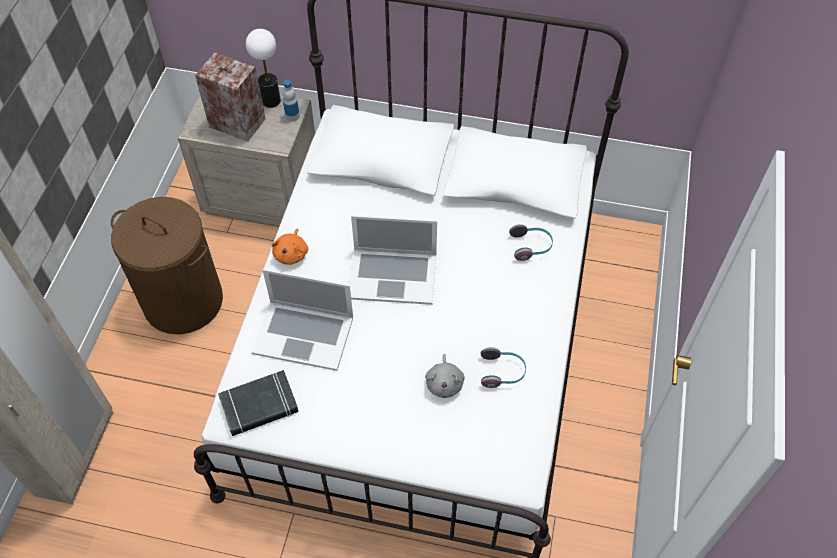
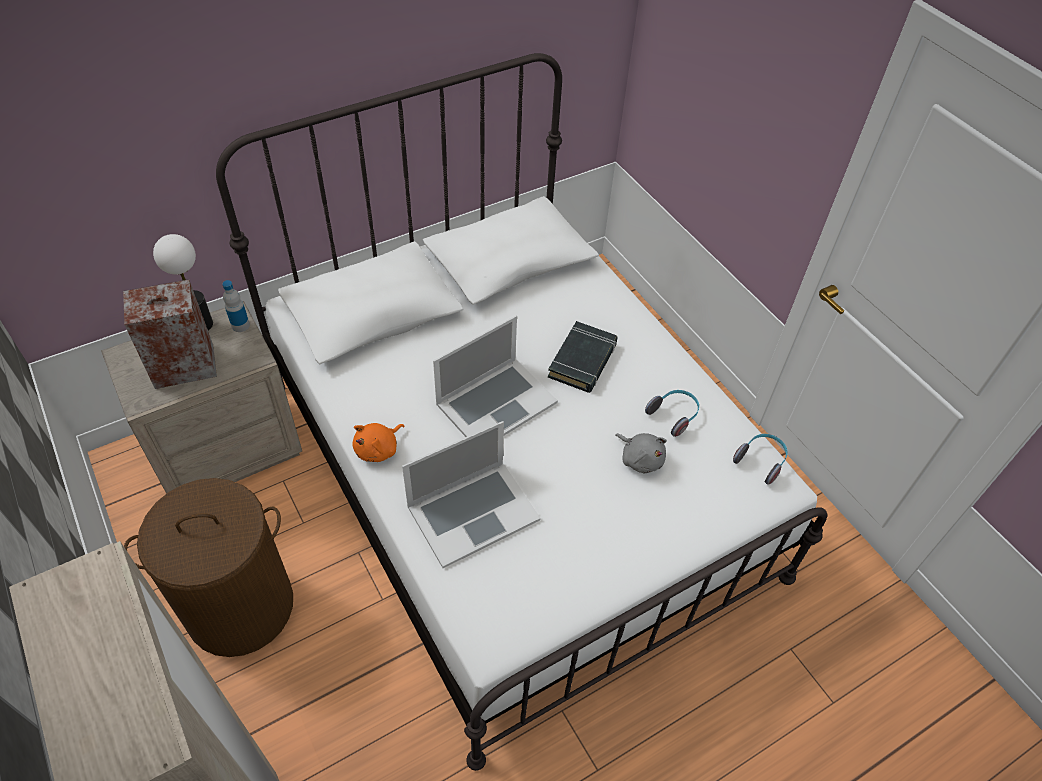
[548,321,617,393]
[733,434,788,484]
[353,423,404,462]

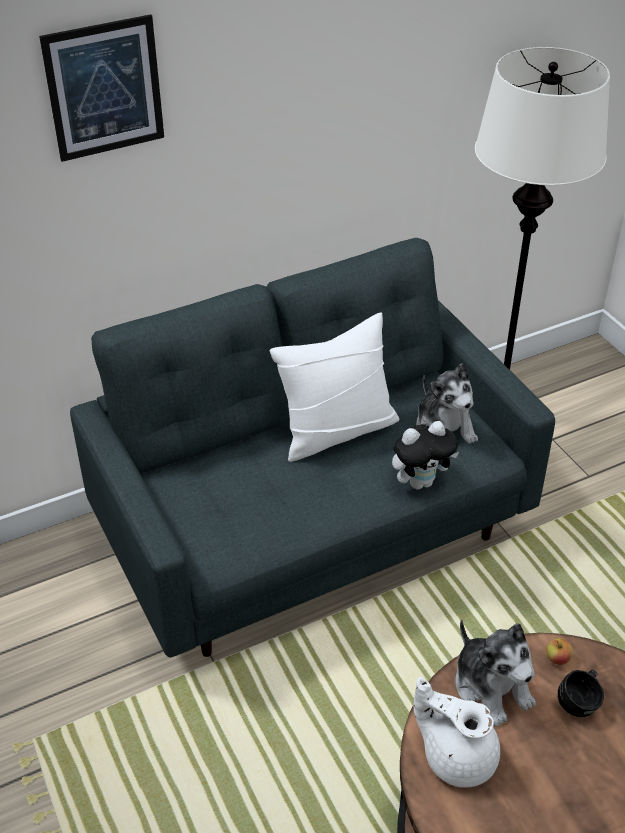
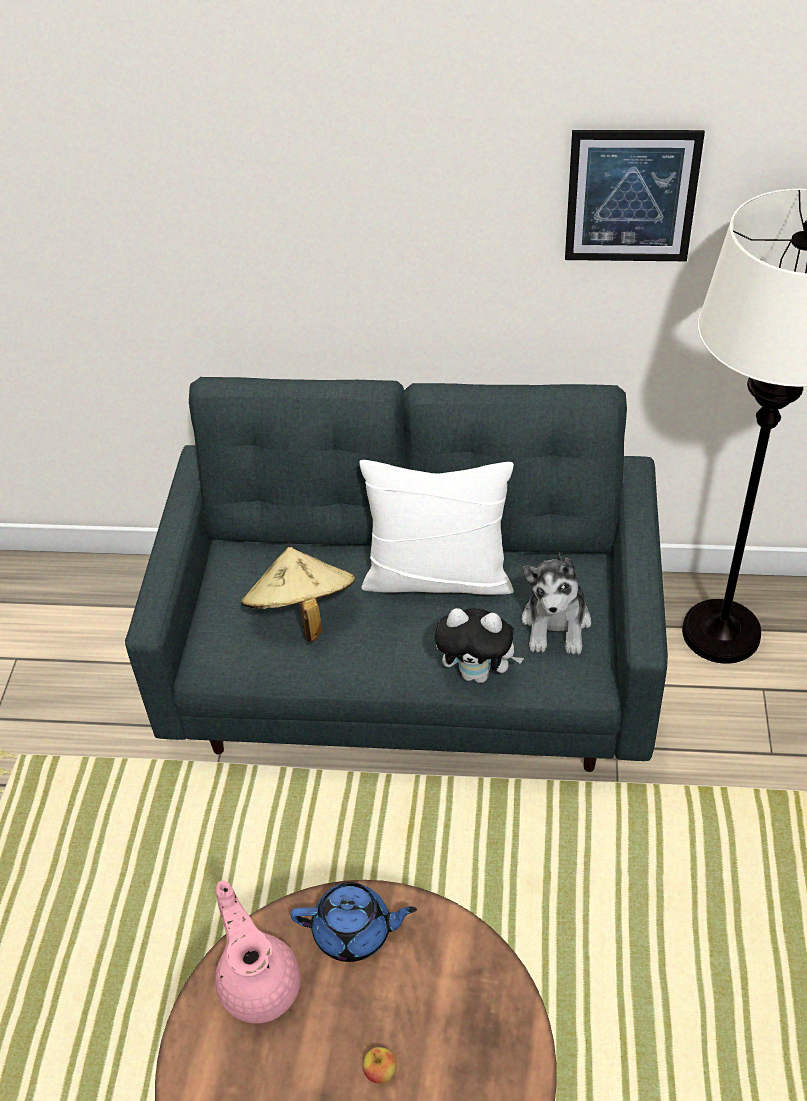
[558,670,604,717] (first image)
[241,547,355,642]
[565,130,705,261]
[363,1047,397,1084]
[290,882,417,962]
[215,880,301,1024]

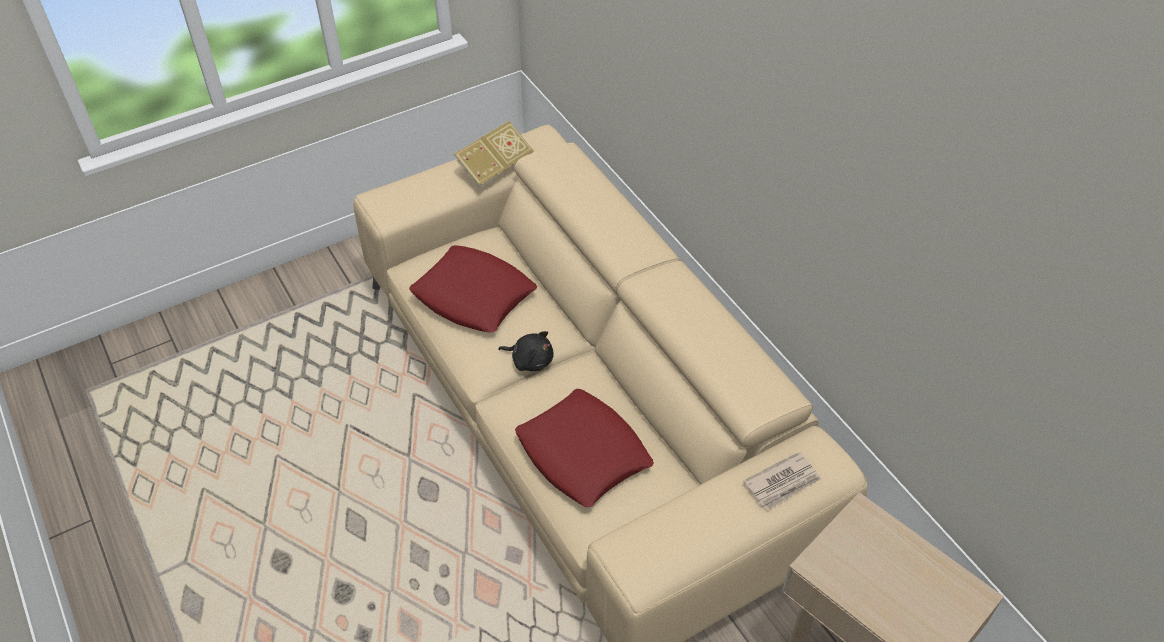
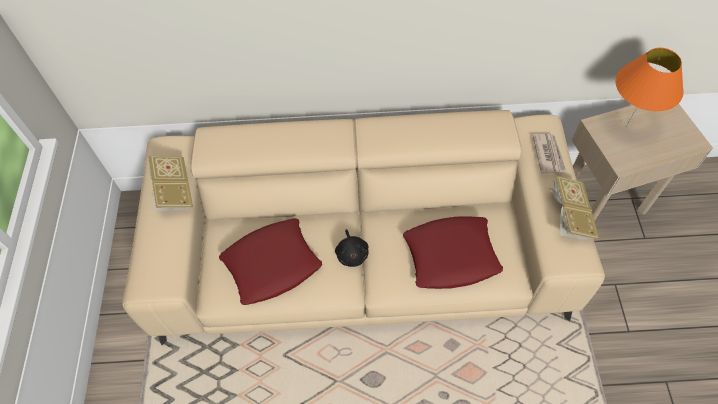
[548,176,600,241]
[615,48,684,129]
[335,229,369,267]

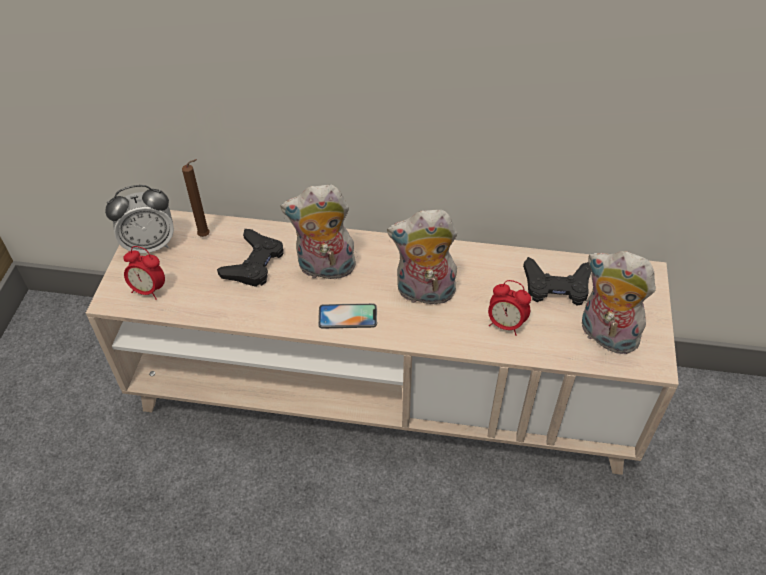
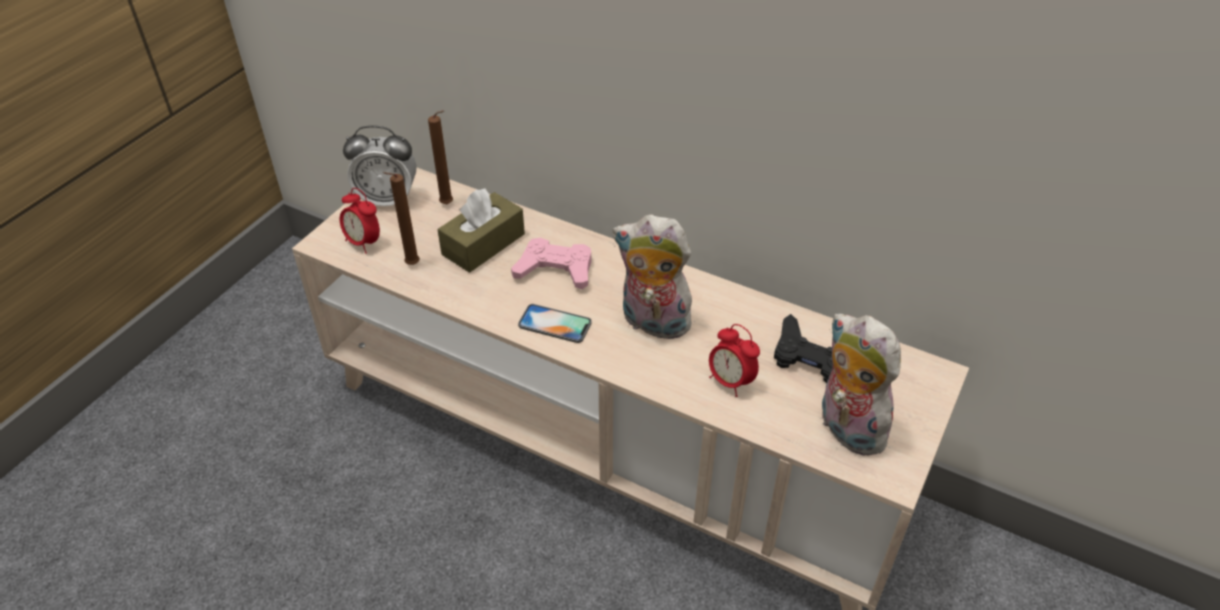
[383,172,420,265]
[438,189,525,273]
[511,238,591,289]

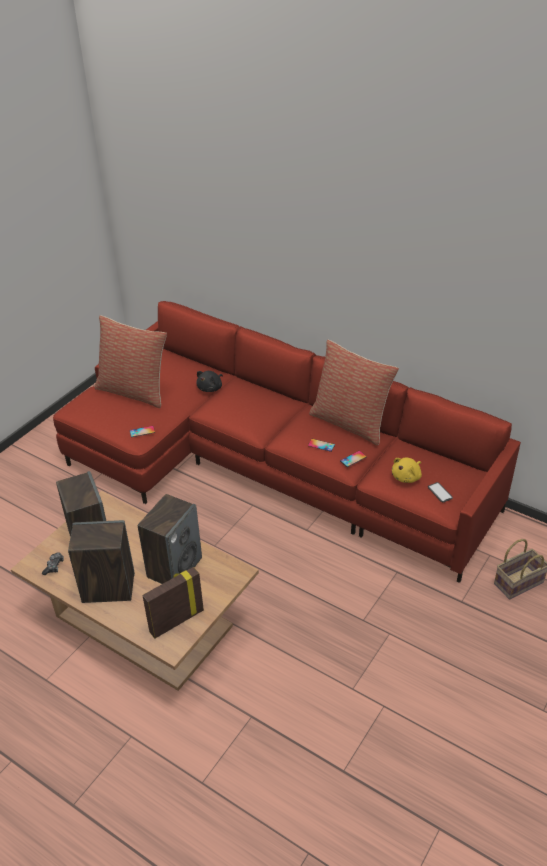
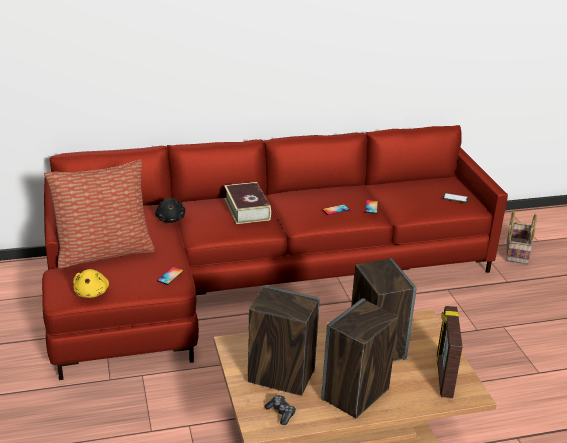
[309,340,399,446] (first image)
[224,182,271,224]
[73,269,109,298]

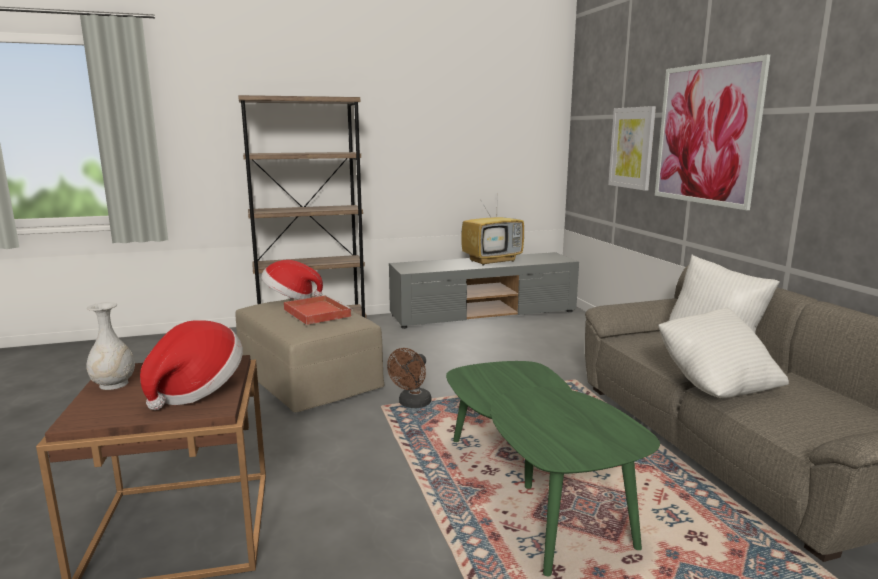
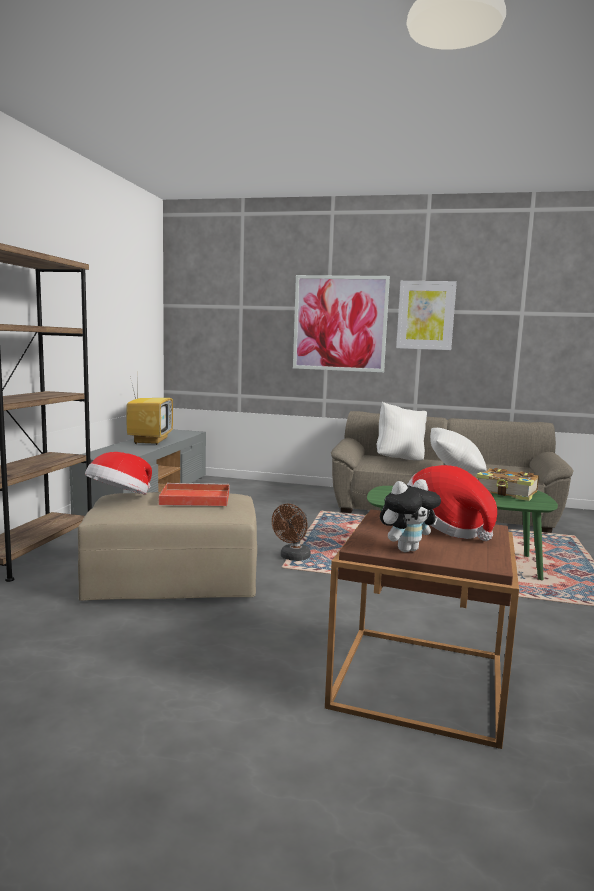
[476,468,539,501]
[396,281,457,350]
[380,479,441,552]
[272,504,311,561]

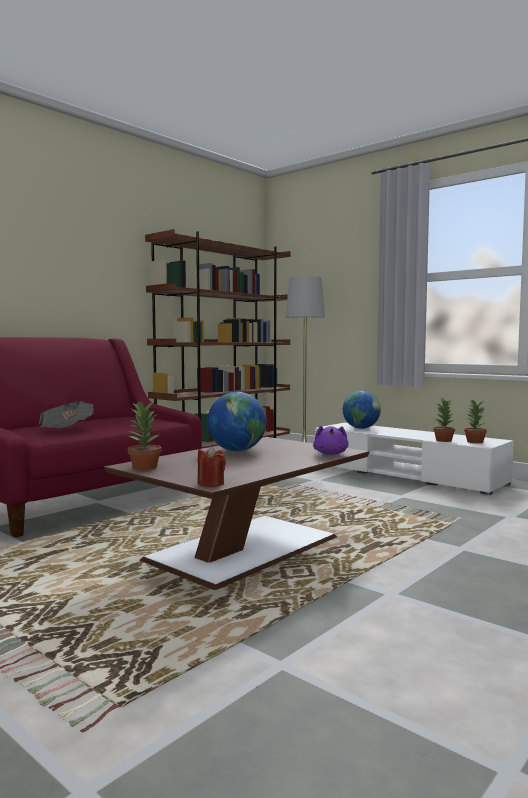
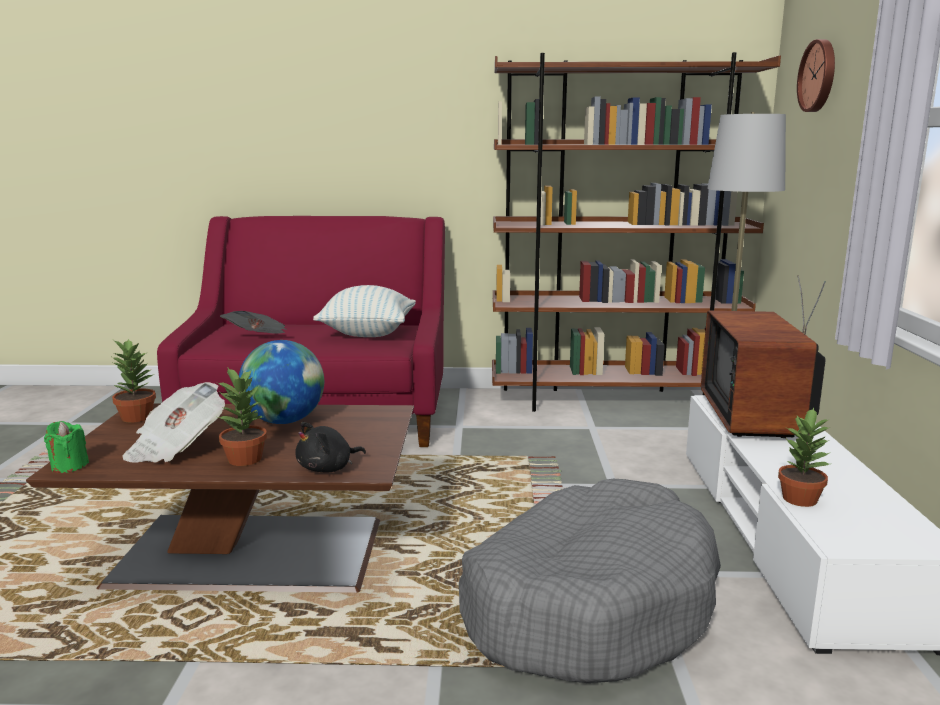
[122,382,225,463]
[313,285,416,337]
[459,479,721,683]
[797,39,835,112]
[217,368,267,466]
[701,275,826,438]
[44,421,89,473]
[295,422,366,473]

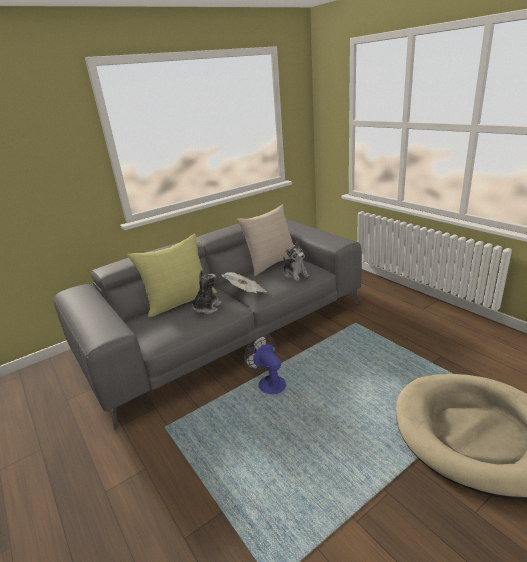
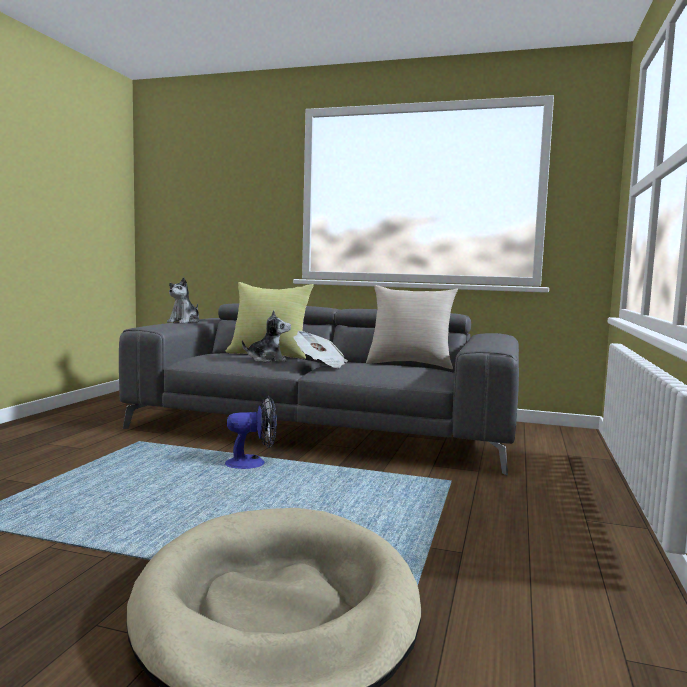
[167,277,199,323]
[225,396,277,469]

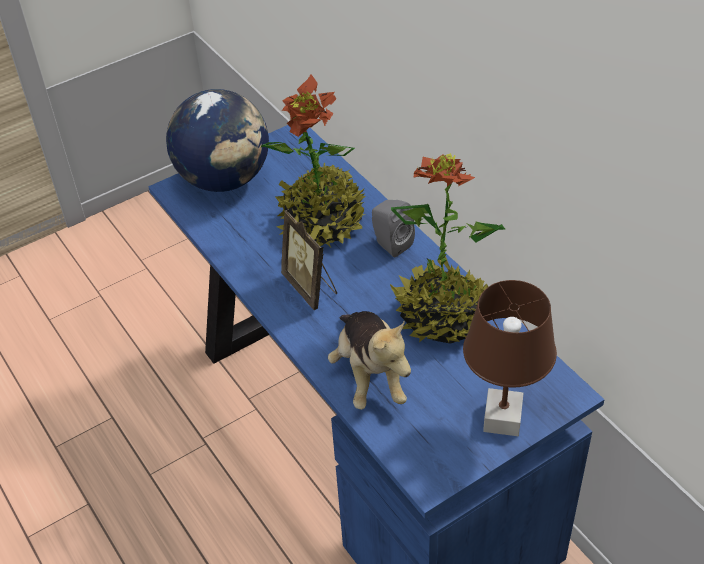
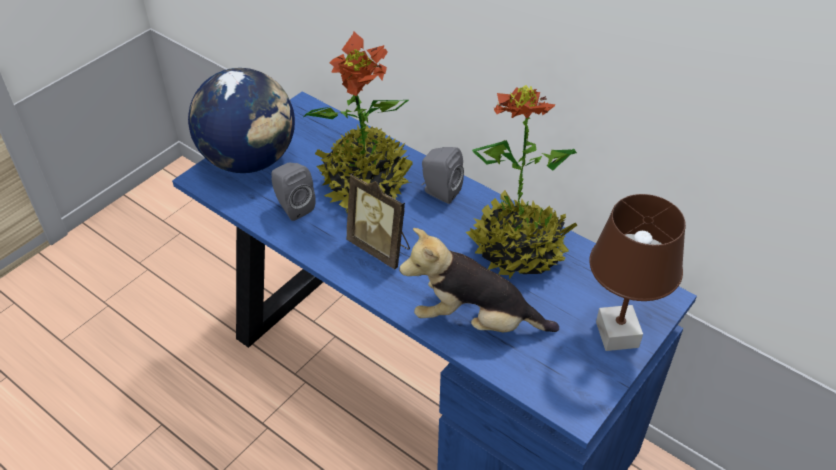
[271,163,316,221]
[399,228,559,332]

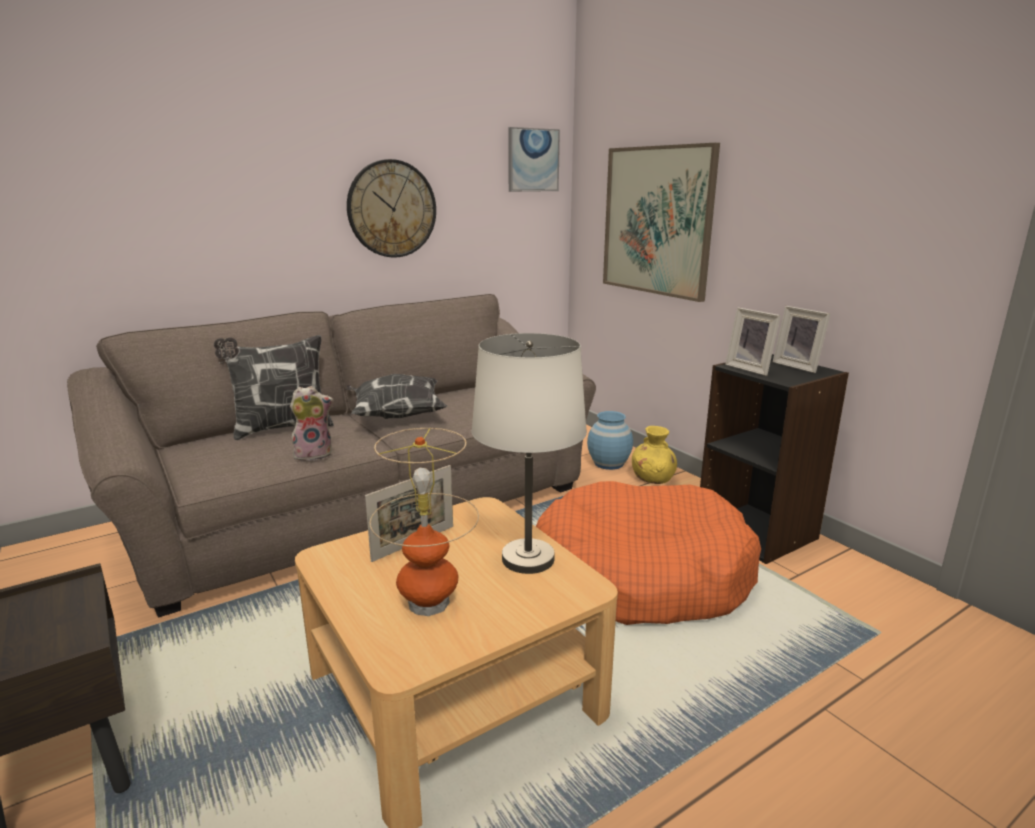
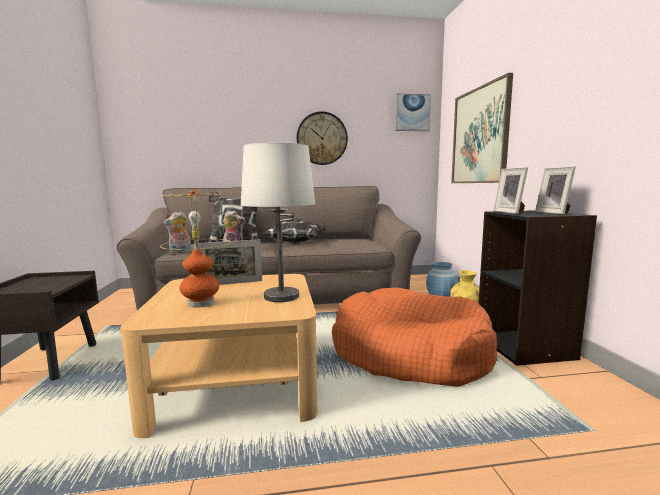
[163,212,191,254]

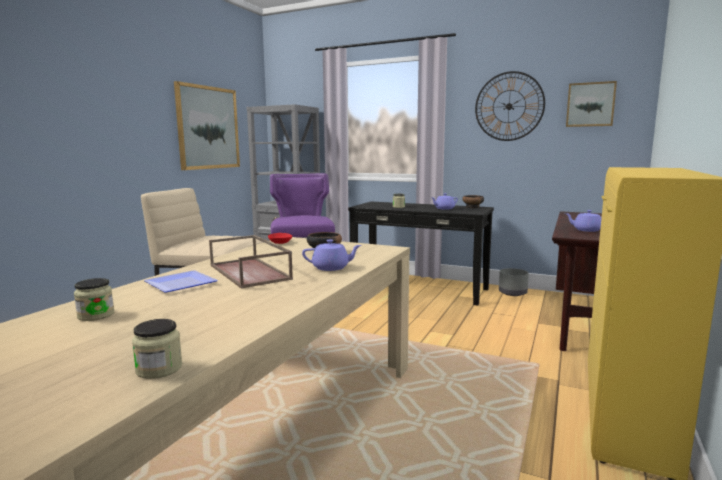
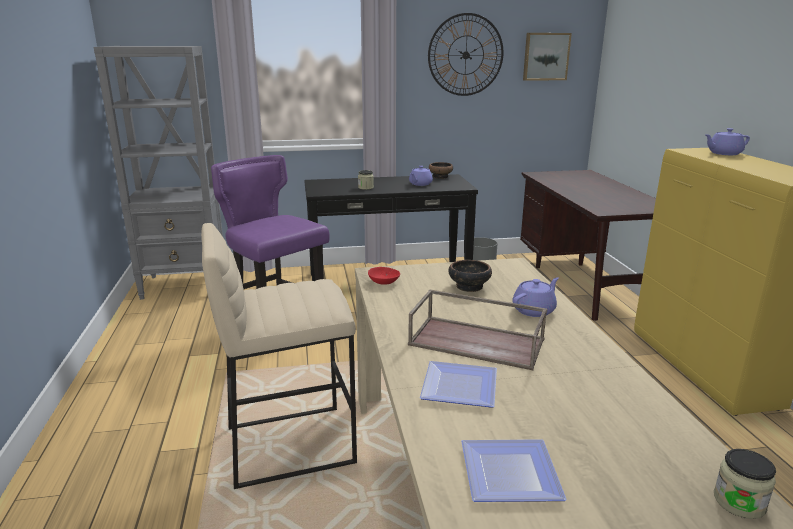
[174,81,240,170] (first image)
[704,128,750,155]
[461,439,567,502]

